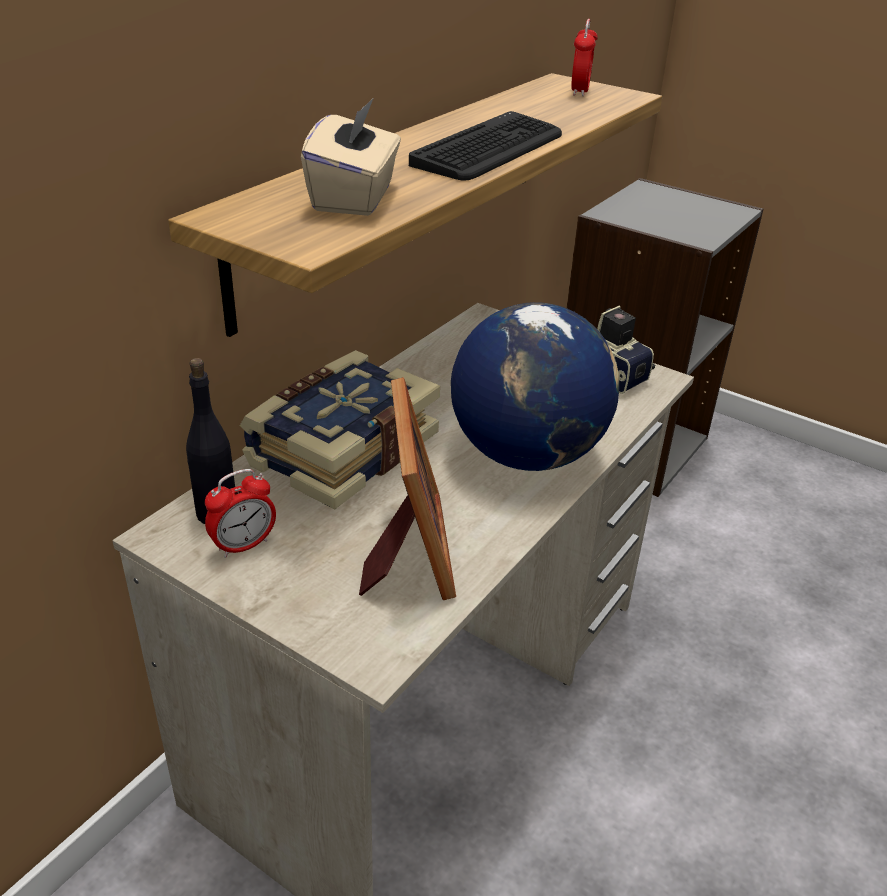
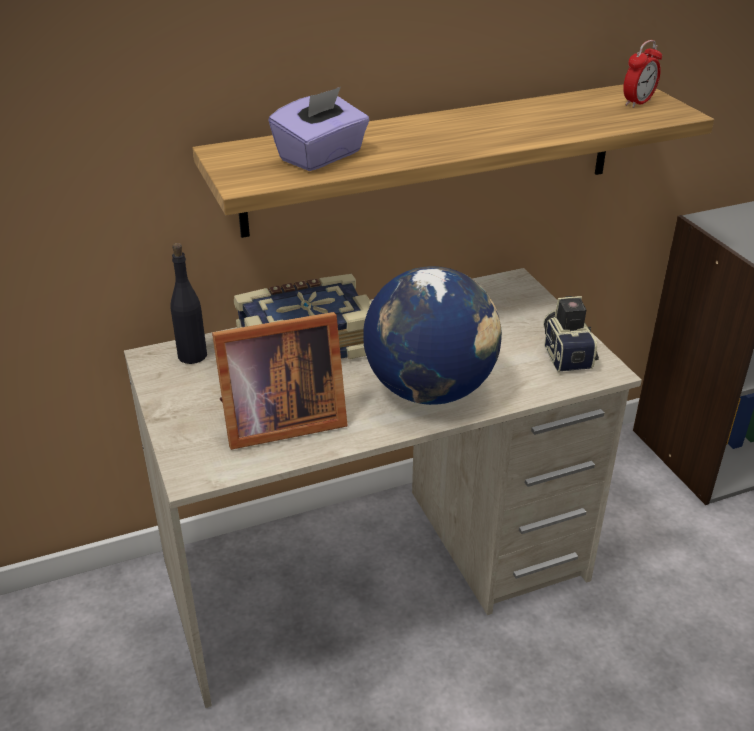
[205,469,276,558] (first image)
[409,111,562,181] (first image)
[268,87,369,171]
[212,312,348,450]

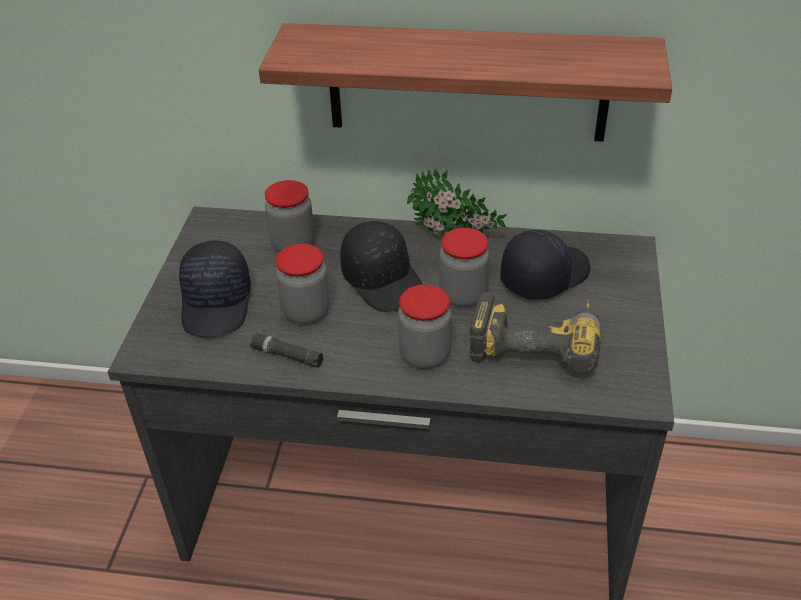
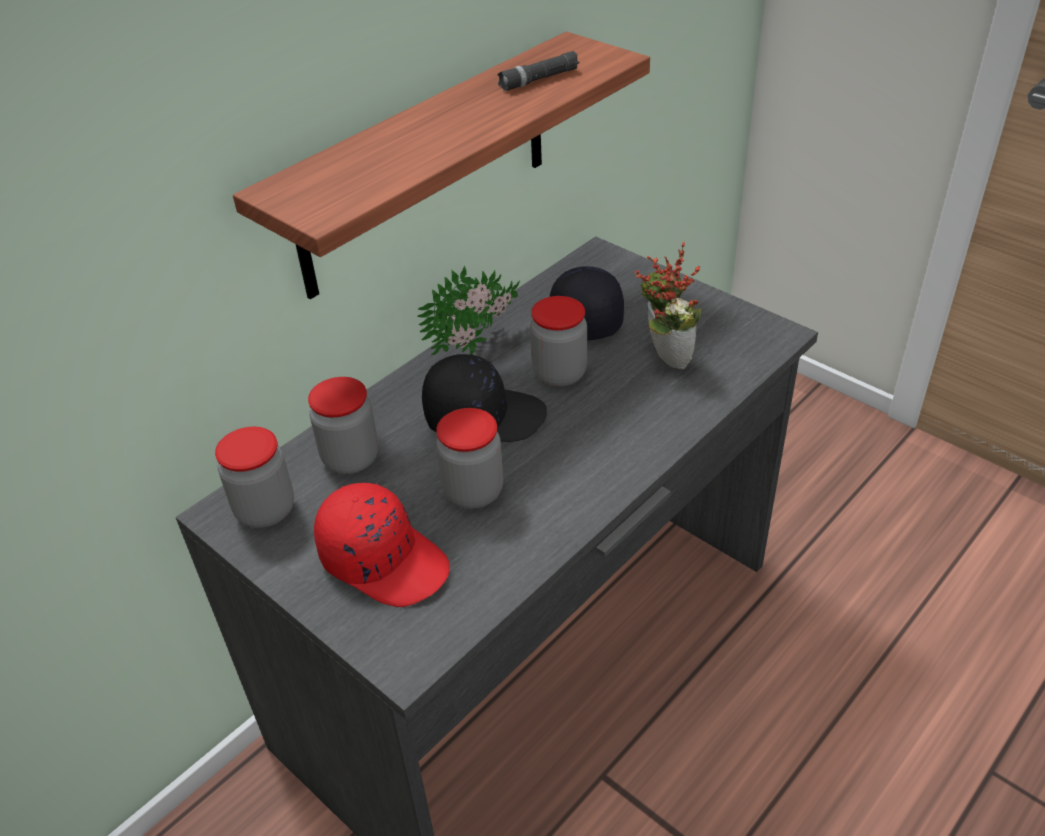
[498,51,579,91]
[215,427,294,528]
[634,242,701,369]
[314,483,450,607]

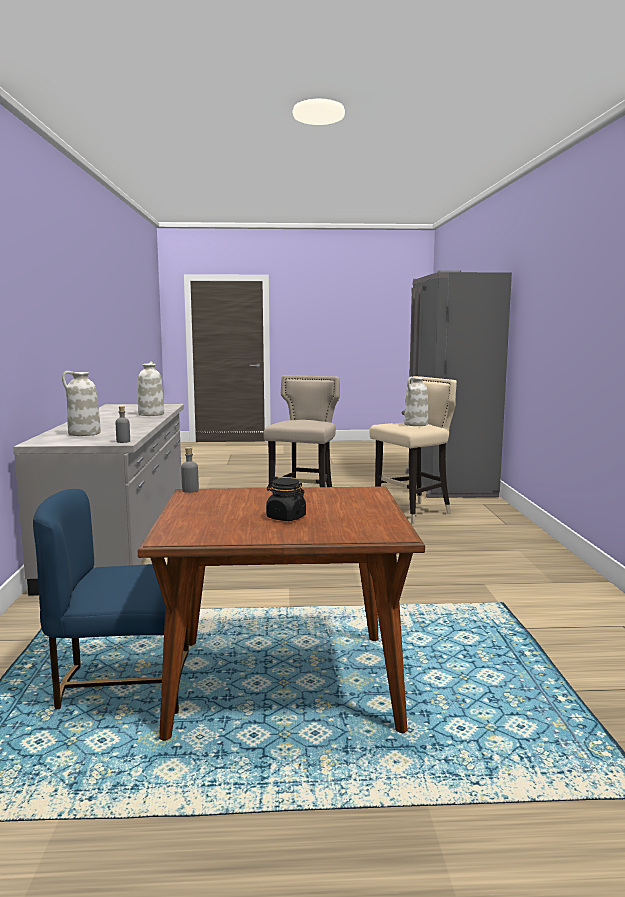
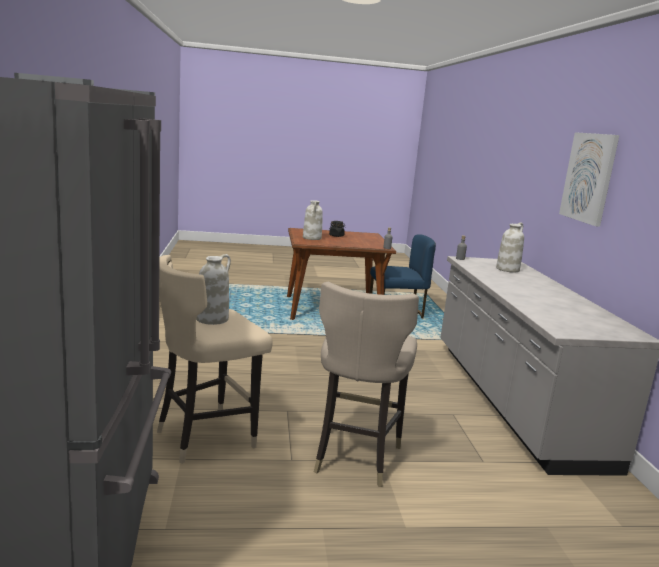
[559,132,619,227]
[303,200,323,240]

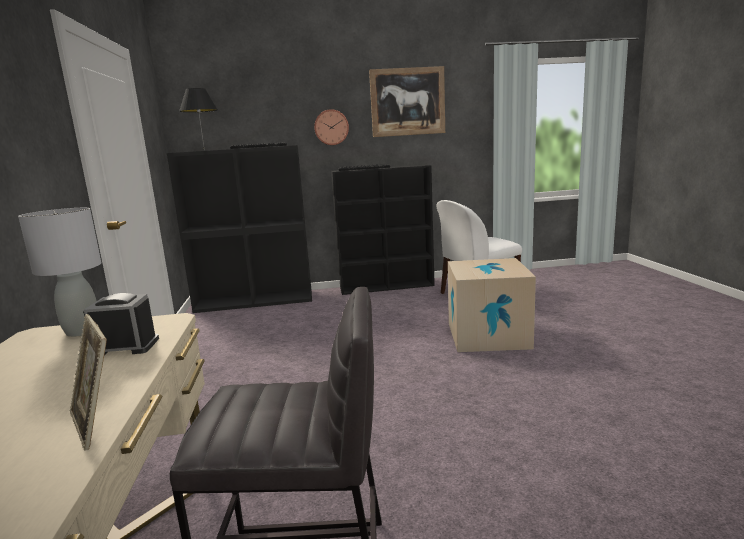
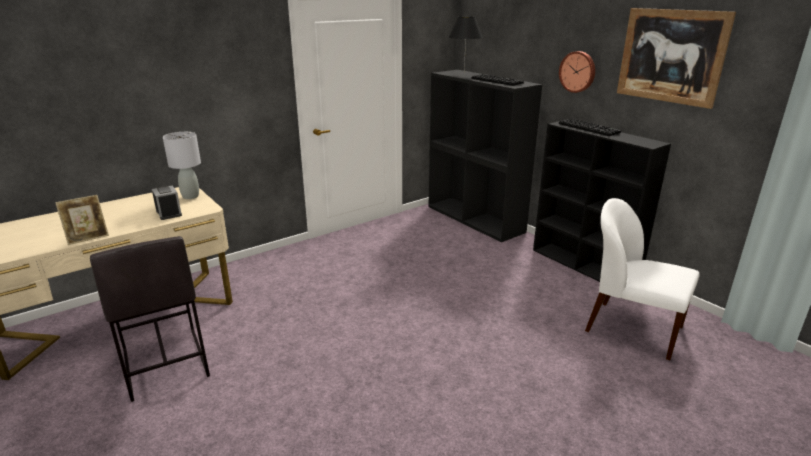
[448,258,536,352] (first image)
[55,195,109,245]

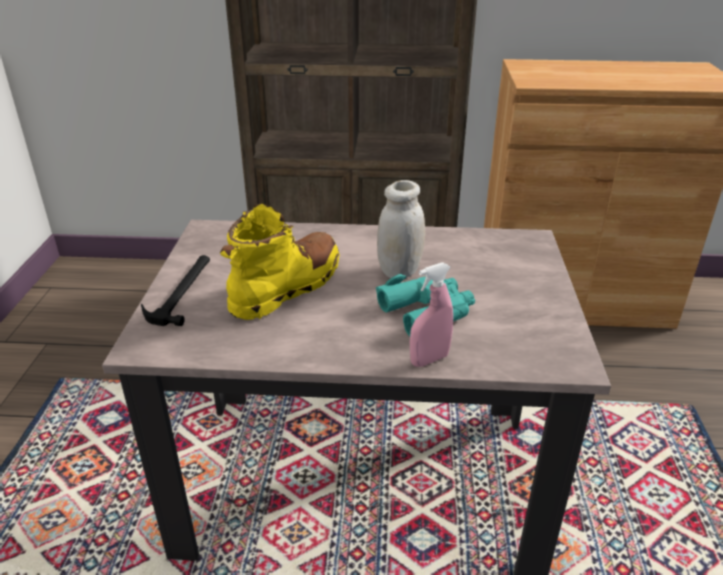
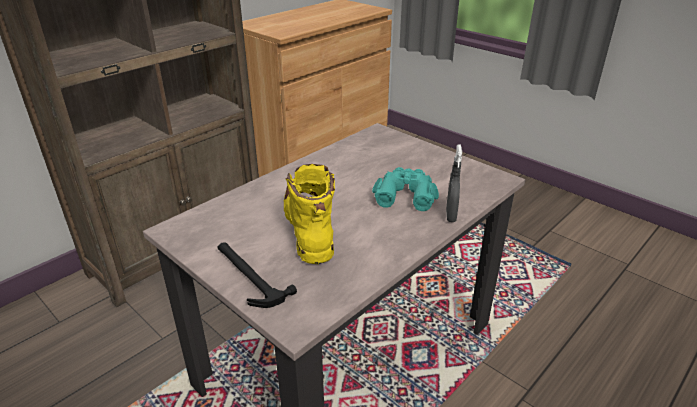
[377,180,425,278] (first image)
[446,144,462,222]

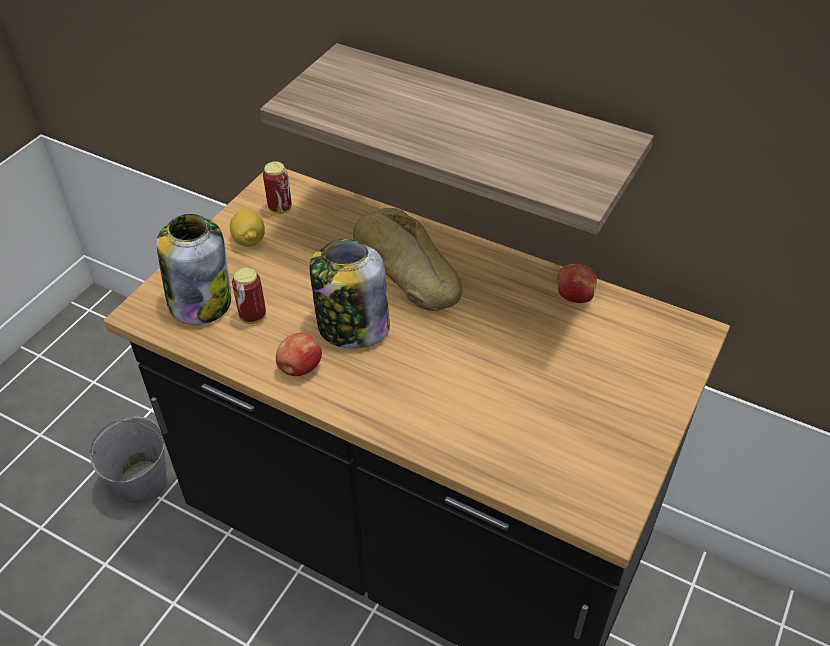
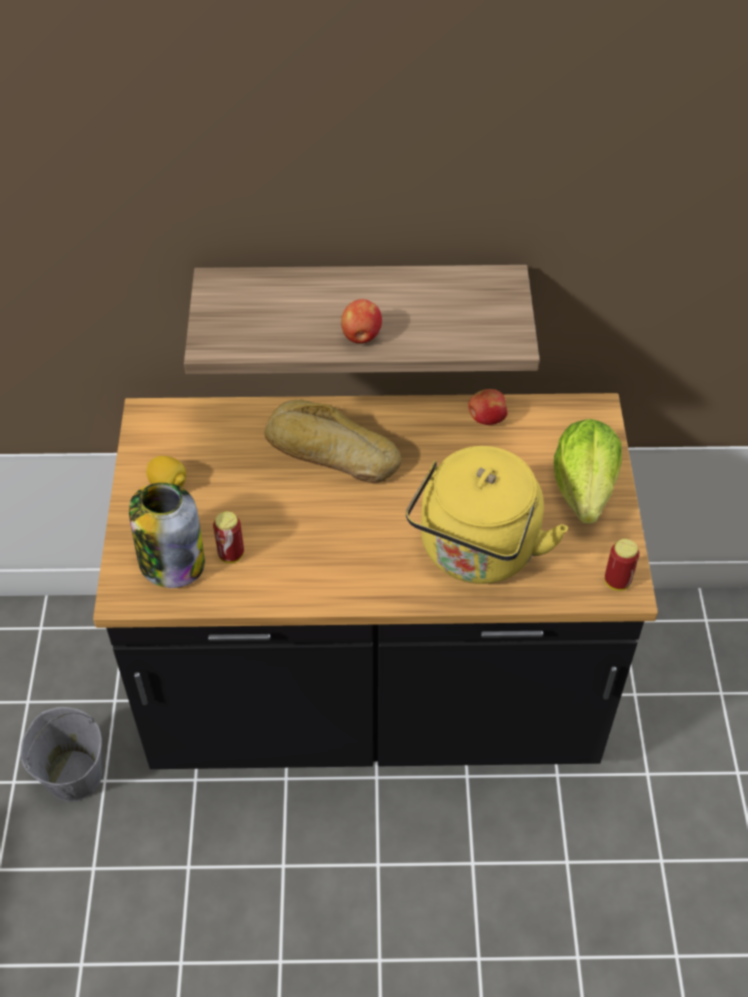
[309,239,390,349] (first image)
[406,446,568,584]
[554,419,622,524]
[605,539,639,591]
[341,299,382,344]

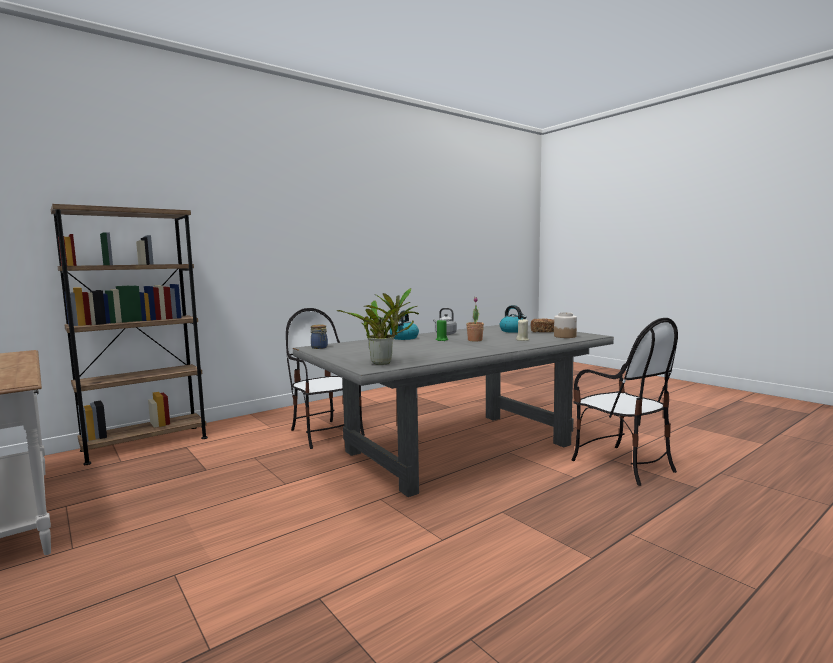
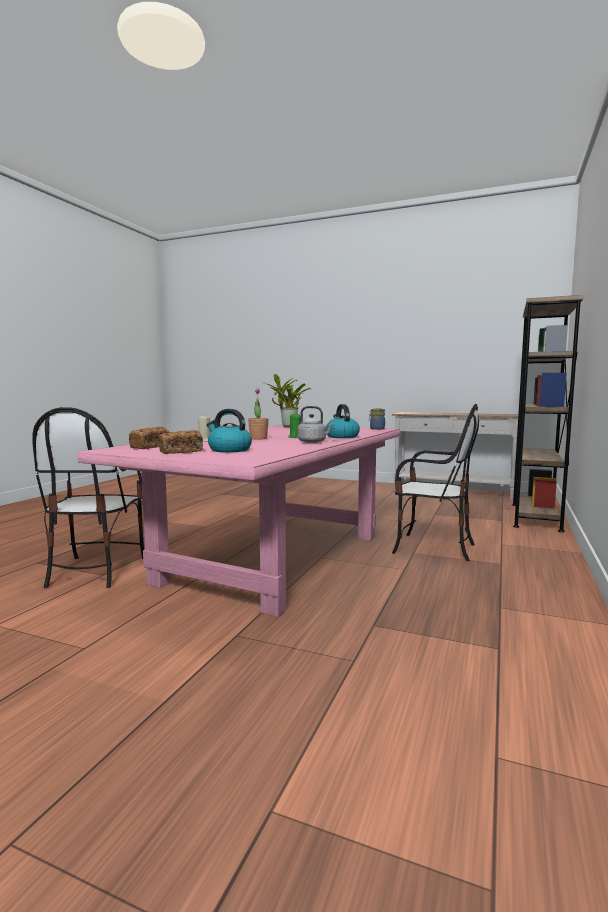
[129,427,169,449]
[78,424,400,617]
[32,407,144,588]

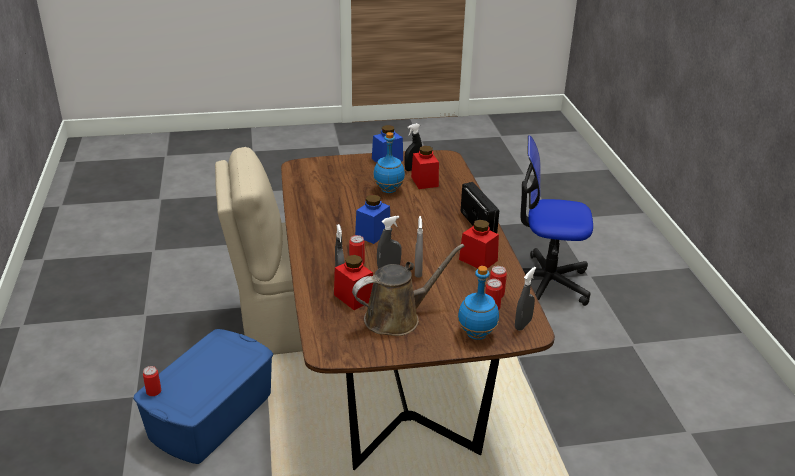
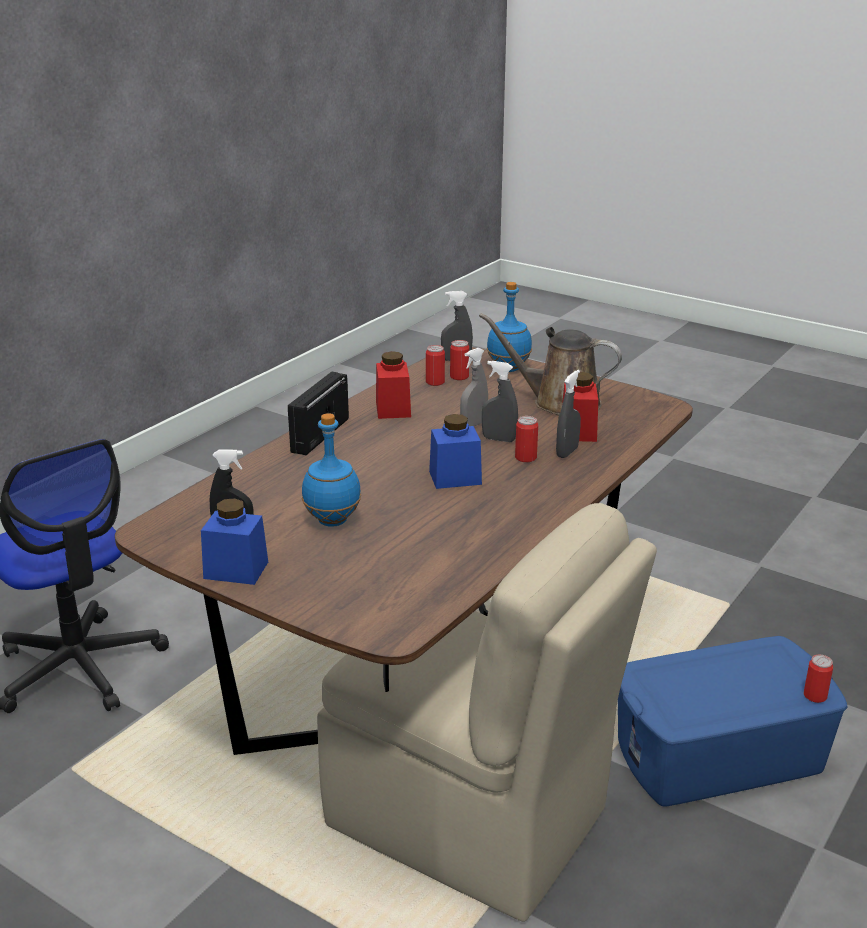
[411,146,439,189] (first image)

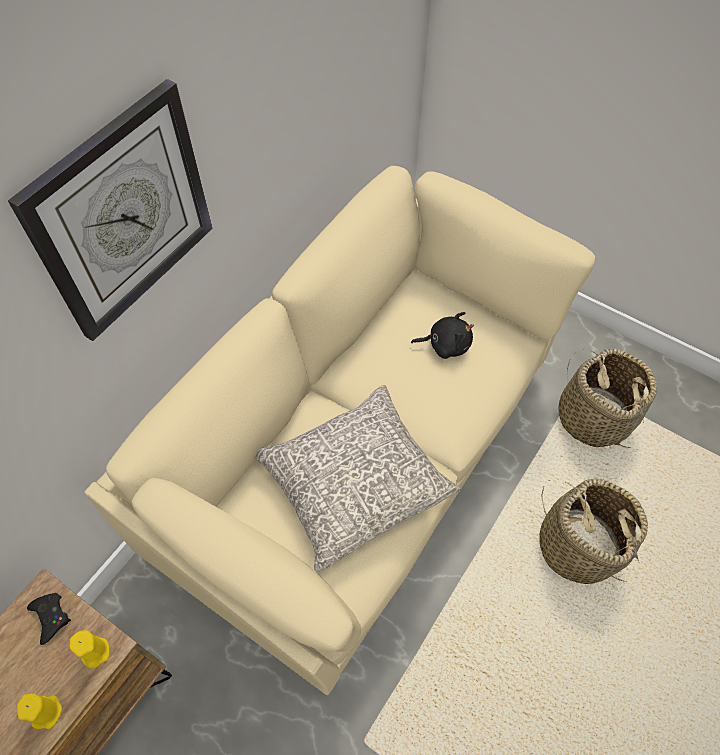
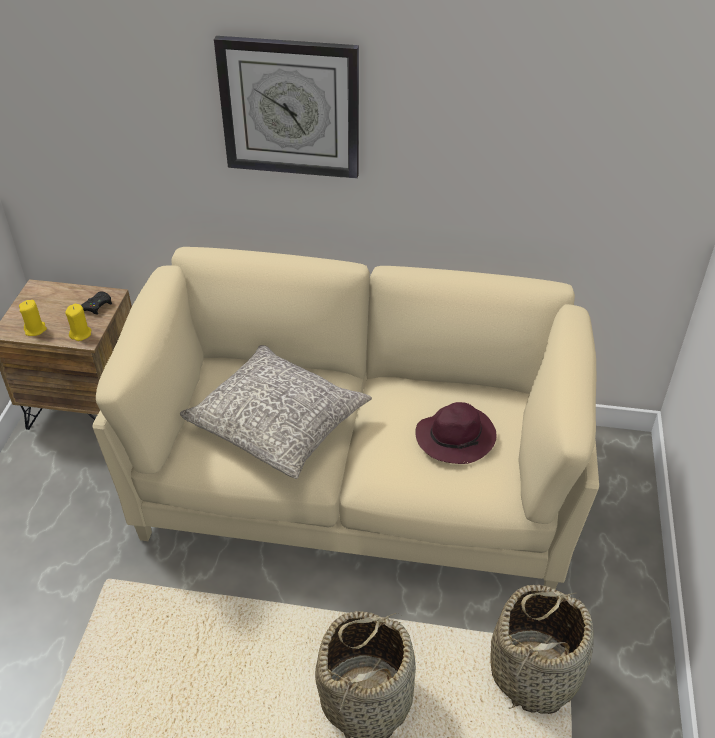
[415,402,497,464]

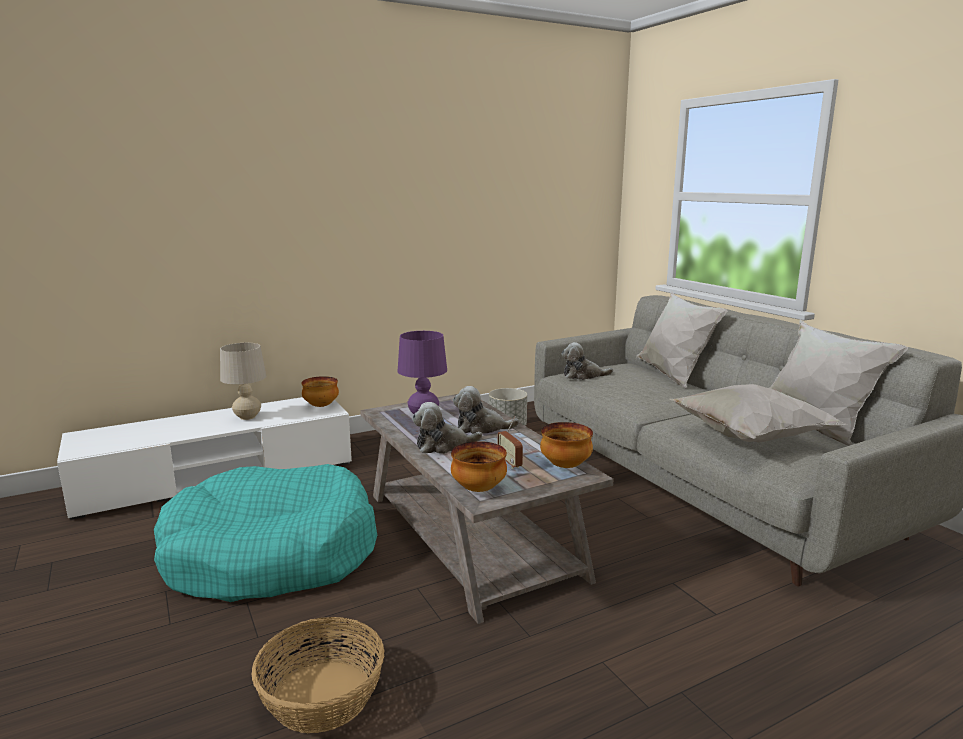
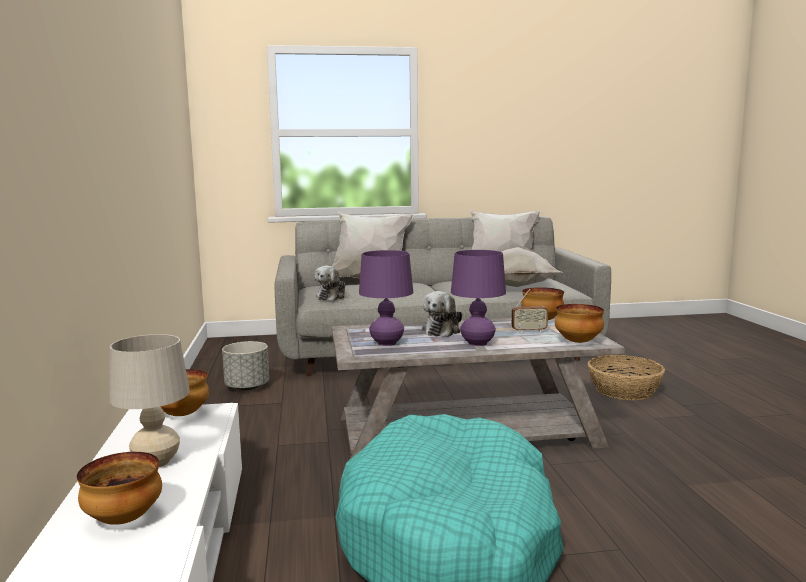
[77,452,162,525]
[588,355,665,400]
[451,250,506,346]

